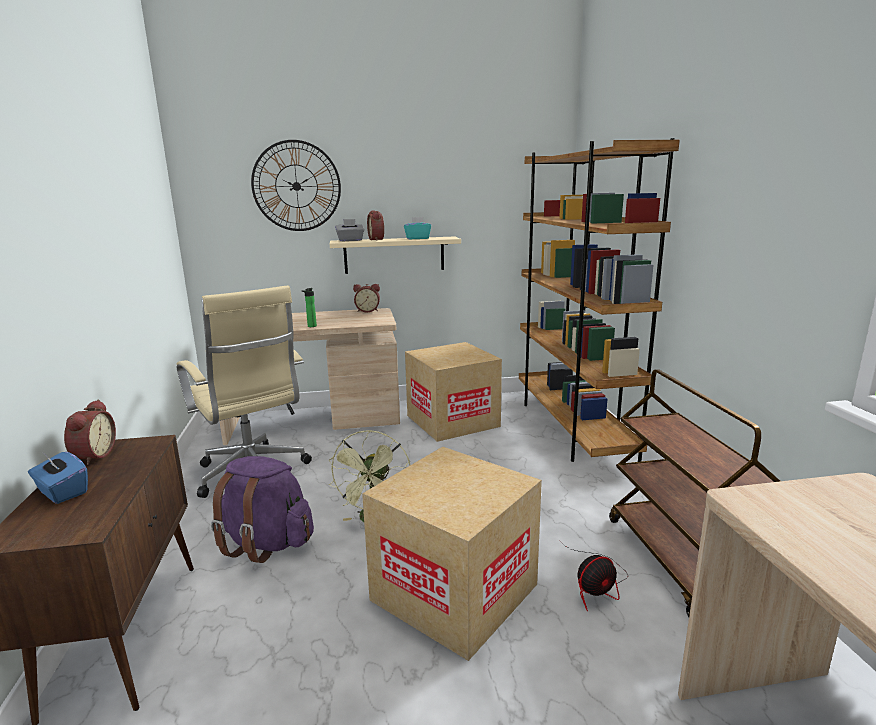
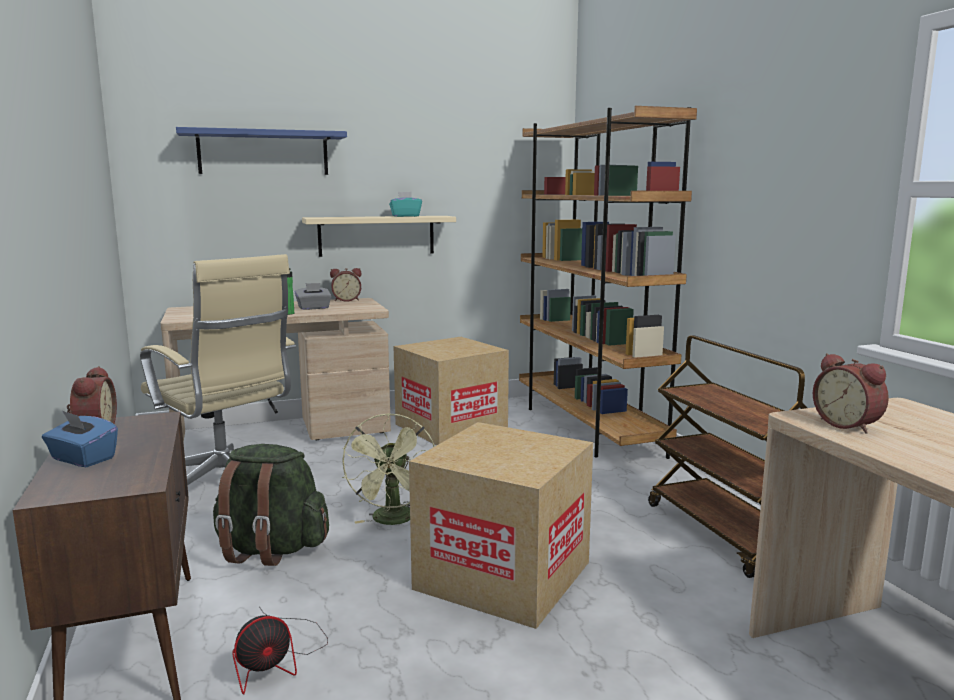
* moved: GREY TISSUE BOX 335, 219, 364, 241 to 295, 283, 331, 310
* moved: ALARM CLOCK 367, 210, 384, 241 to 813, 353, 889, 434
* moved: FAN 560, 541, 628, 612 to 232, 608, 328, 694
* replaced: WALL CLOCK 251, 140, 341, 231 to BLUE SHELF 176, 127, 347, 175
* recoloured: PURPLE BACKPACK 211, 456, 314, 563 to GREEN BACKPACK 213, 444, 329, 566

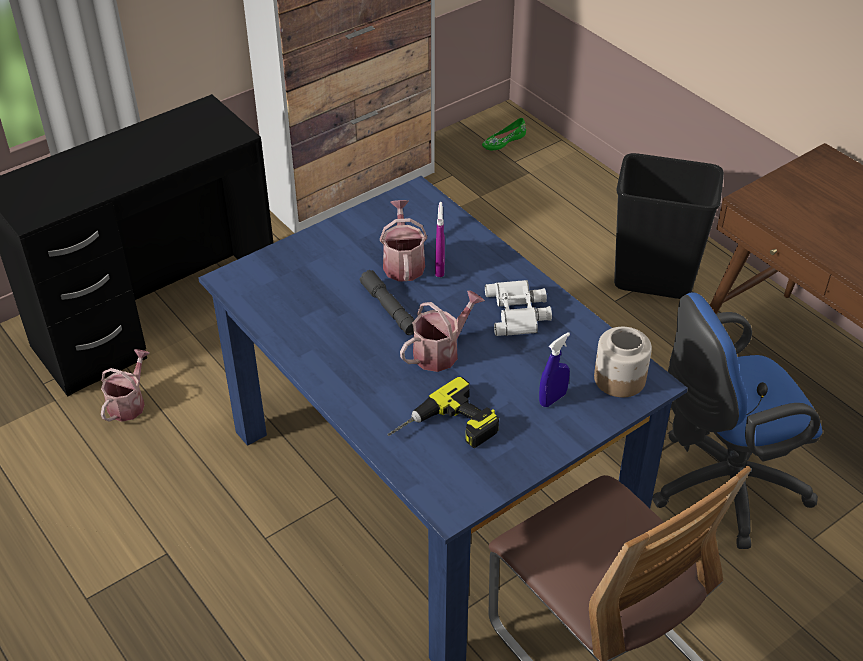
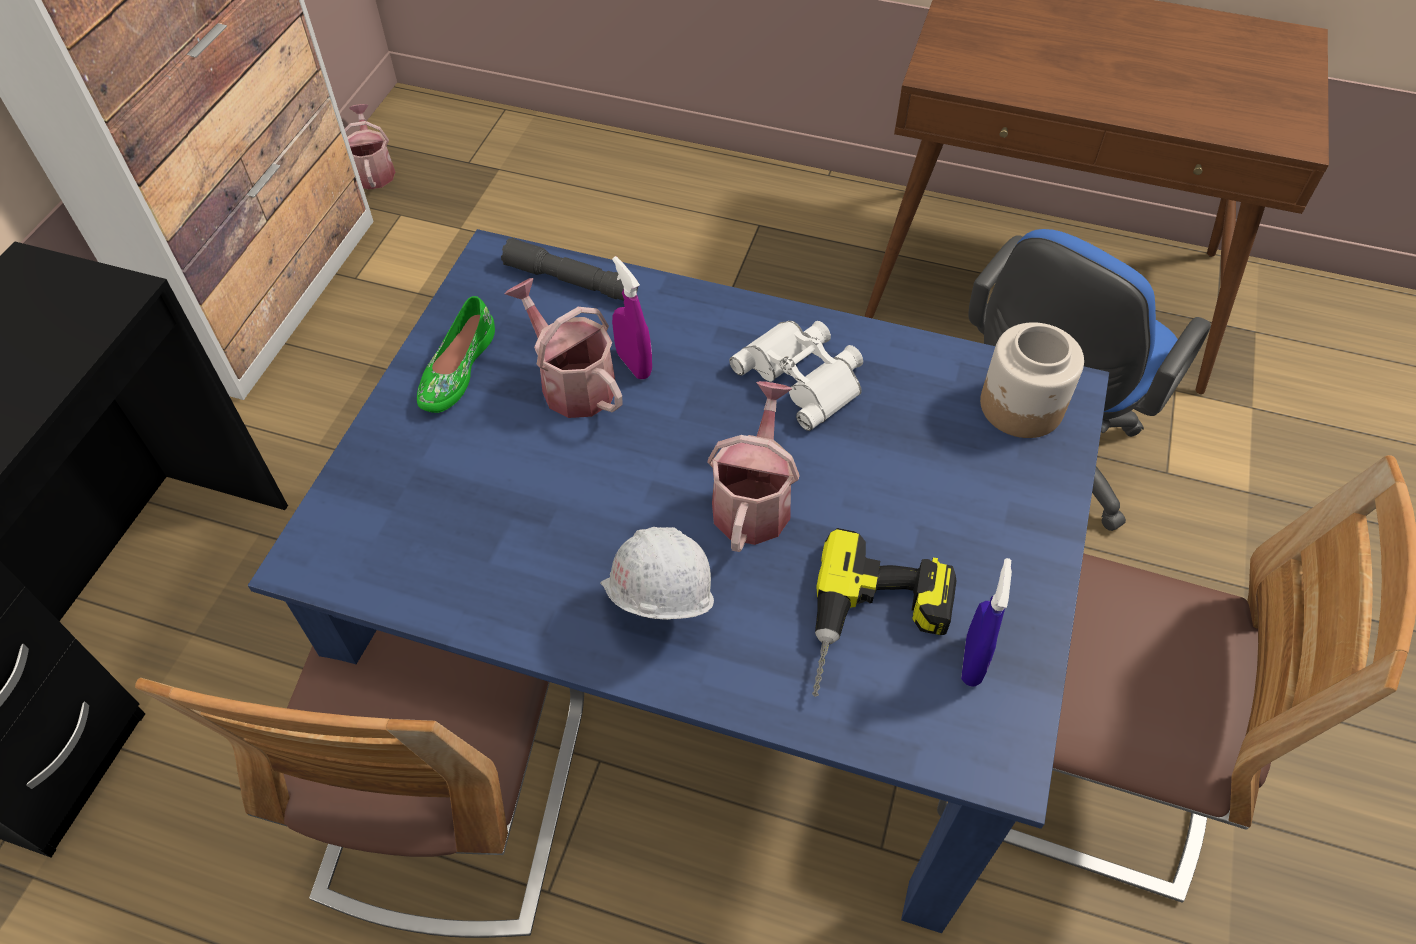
* removed: BLACK TRASH CAN 614, 153, 724, 299
* added: CHAIR 135, 630, 584, 938
* added: WHITE HARD HAT 601, 527, 714, 620
* moved: WATERING CAN 101, 349, 150, 422 to 345, 104, 395, 190
* moved: GREY FLASHLIGHT 360, 270, 414, 335 to 501, 238, 638, 301
* moved: GREEN SHOE 482, 118, 526, 150 to 417, 296, 495, 413
* moved: BLUE SPRAY BOTTLE 539, 332, 570, 407 to 961, 558, 1012, 686

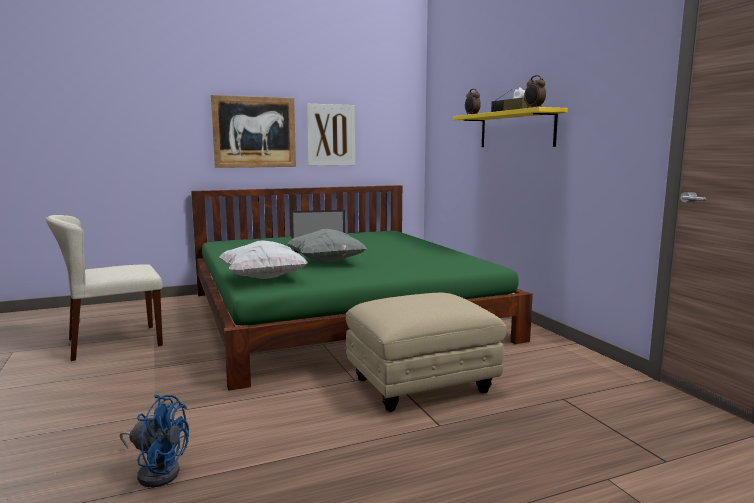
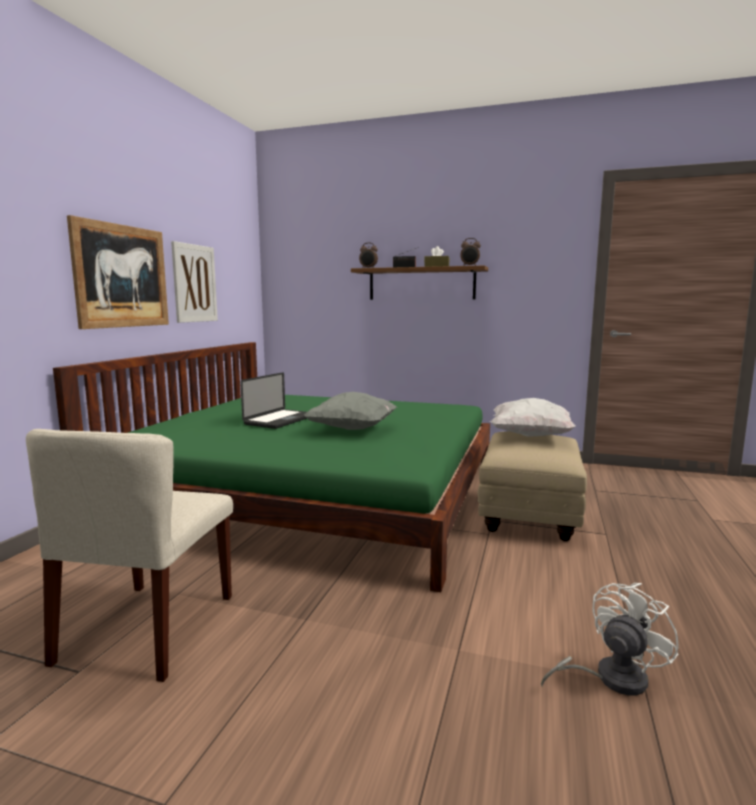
* moved: WHITE PILLOW 219, 240, 308, 279 to 490, 398, 575, 436
* recoloured: BLUE FAN 120, 395, 189, 487 to WHITE FAN 541, 583, 679, 696
* recoloured: YELLOW SHELF 453, 107, 568, 147 to BROWN SHELF 351, 265, 488, 300

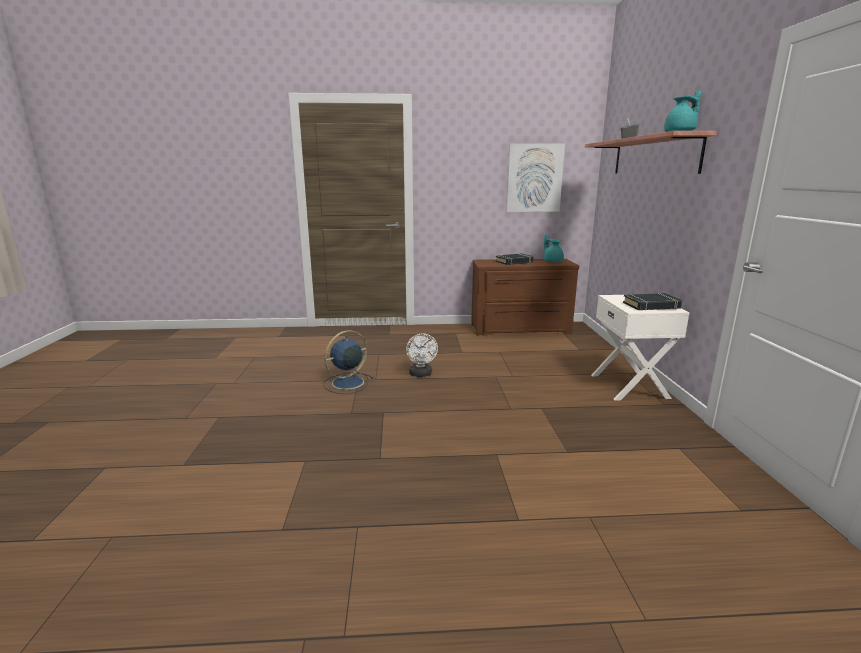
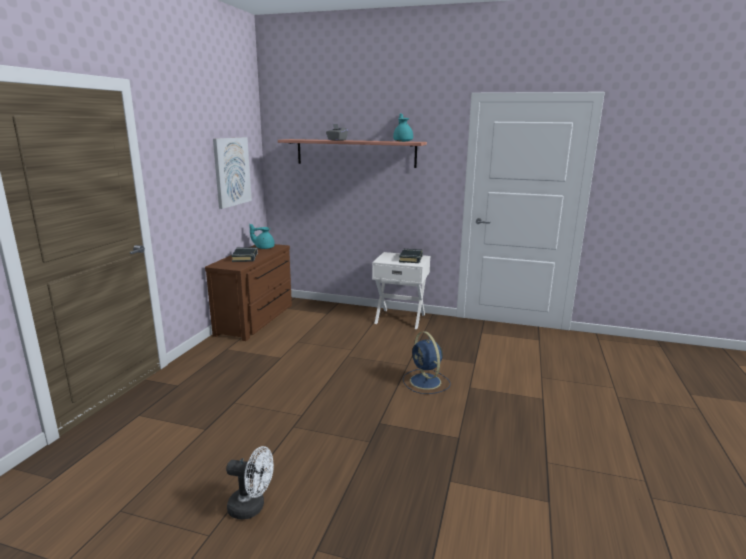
* moved: BLUE FAN 323, 330, 373, 394 to 403, 331, 451, 394
* moved: WHITE FAN 406, 333, 438, 377 to 226, 446, 274, 519

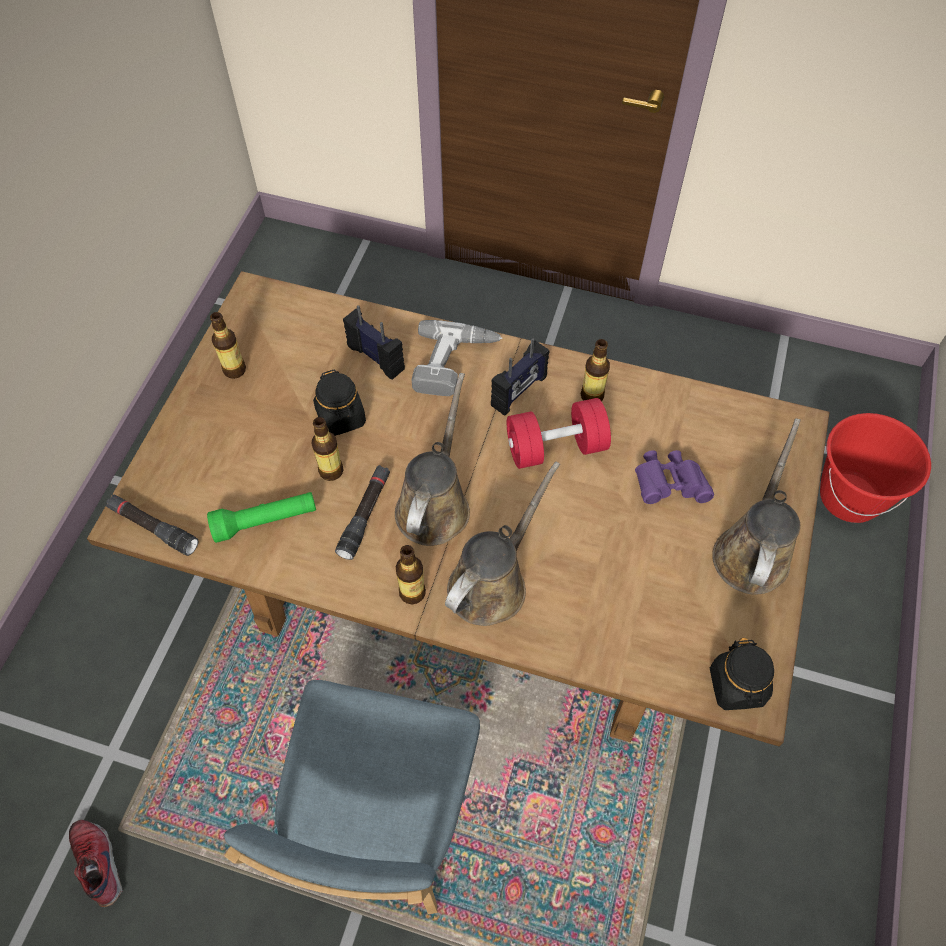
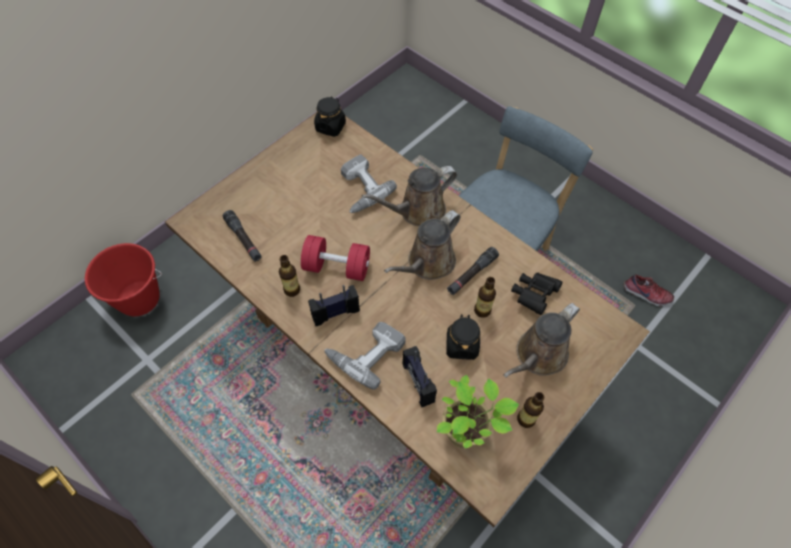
* removed: BOTTLE 396, 545, 426, 605
* removed: PURPLE BINOCULARS 635, 450, 714, 504
* added: POWER DRILL 341, 154, 397, 213
* added: POTTED PLANT 437, 375, 519, 449
* moved: BLACK FLASHLIGHT 106, 495, 198, 556 to 223, 210, 262, 262
* moved: BROWN WATERING CAN 712, 419, 801, 595 to 503, 303, 580, 377
* replaced: GREEN FLASHLIGHT 207, 492, 316, 543 to BLACK BINOCULARS 511, 273, 562, 315
* turned: SHOE 69, 820, 123, 907 = 623, 274, 674, 307 60 degrees counterclockwise

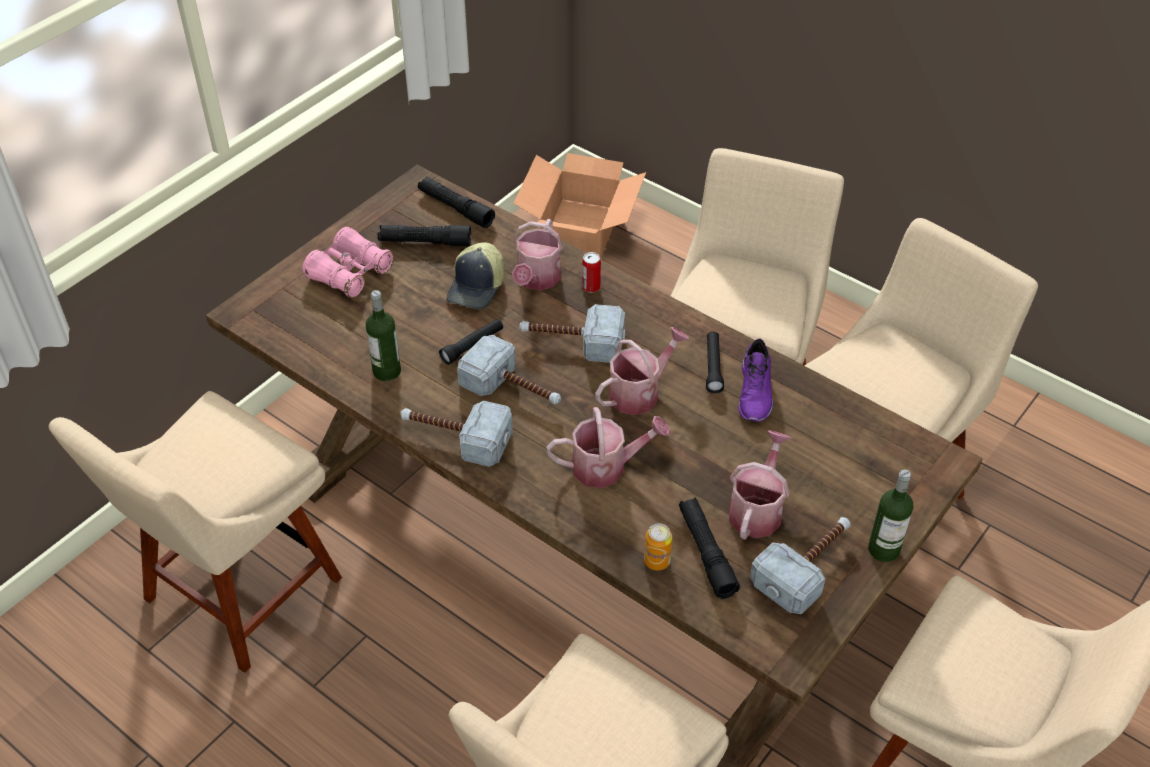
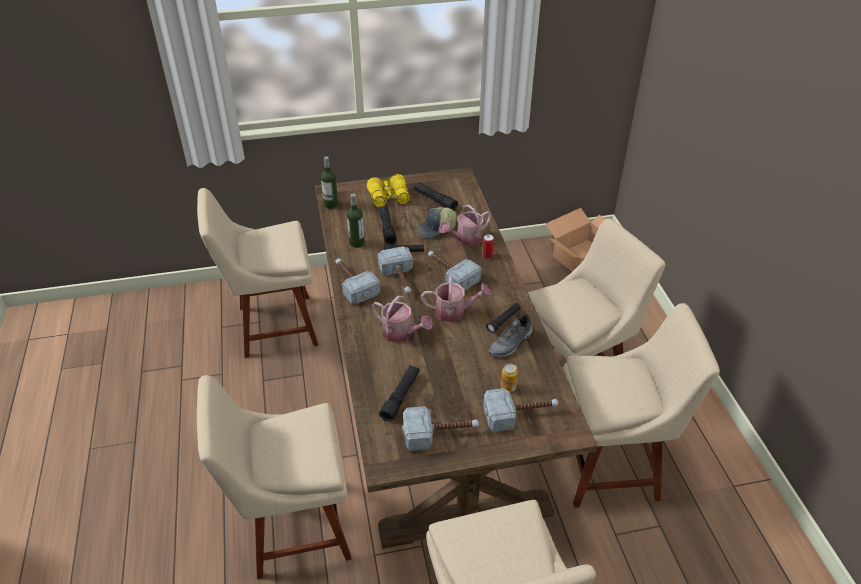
* removed: WATERING CAN 729, 430, 791, 540
* added: HAMMER 483, 388, 558, 432
* moved: BLACK FLASHLIGHT 418, 177, 495, 228 to 379, 206, 397, 245
* moved: CAN 644, 523, 672, 571 to 501, 363, 518, 392
* moved: BOTTLE 868, 469, 913, 562 to 321, 156, 338, 209
* recoloured: PINK BINOCULARS 303, 227, 394, 298 to YELLOW BINOCULARS 366, 174, 410, 207
* recoloured: PURPLE SHOE 738, 339, 773, 422 to GREY SHOE 488, 315, 533, 357

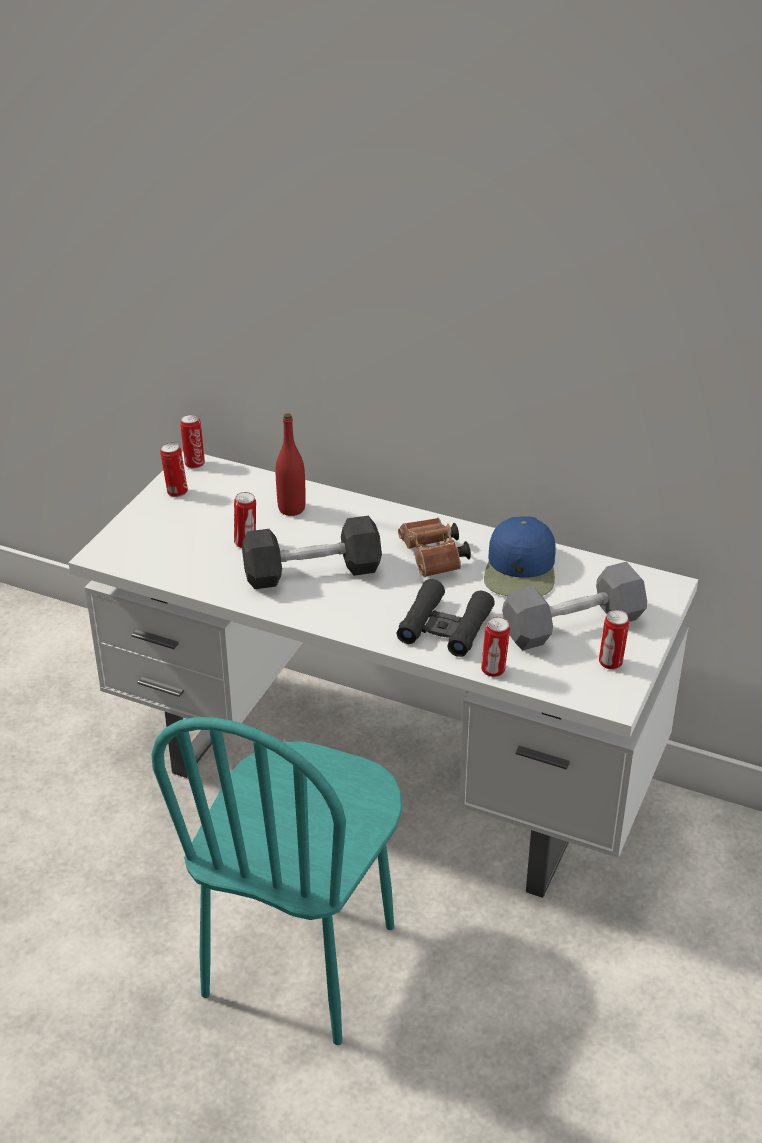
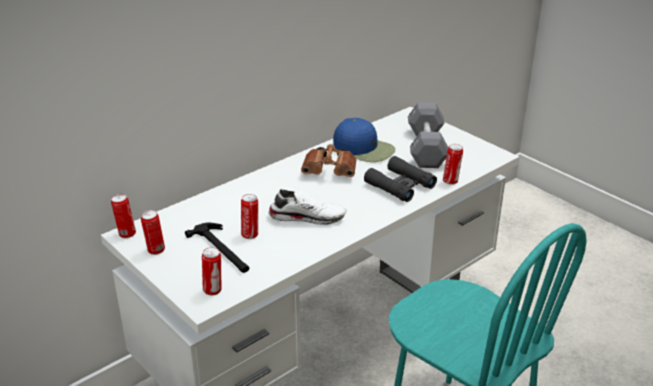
* removed: RED BOTTLE 276, 413, 306, 516
* added: HAMMER 185, 223, 249, 273
* moved: CAN 599, 610, 629, 670 to 202, 247, 221, 295
* replaced: BLACK DUMBBELL 242, 516, 382, 589 to WHITE SHOE 269, 187, 346, 225

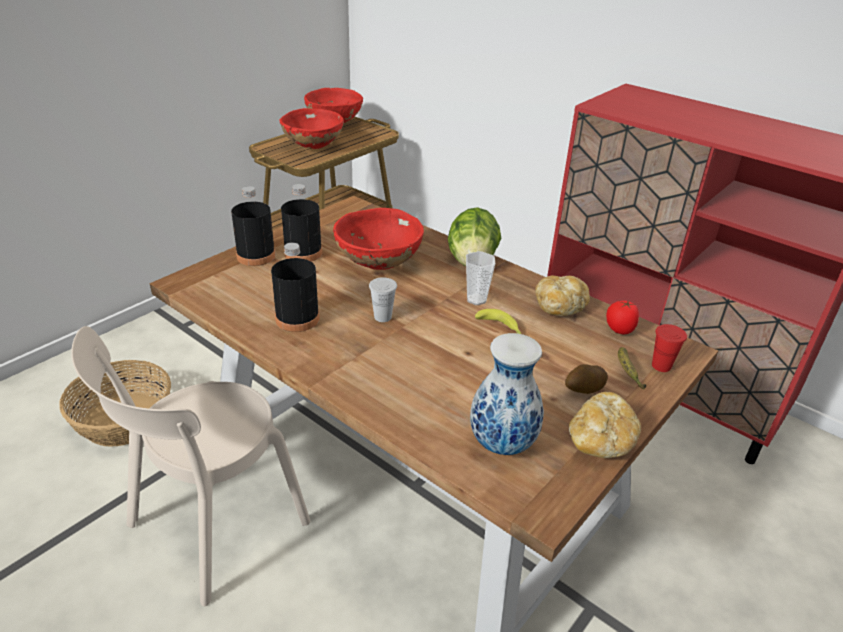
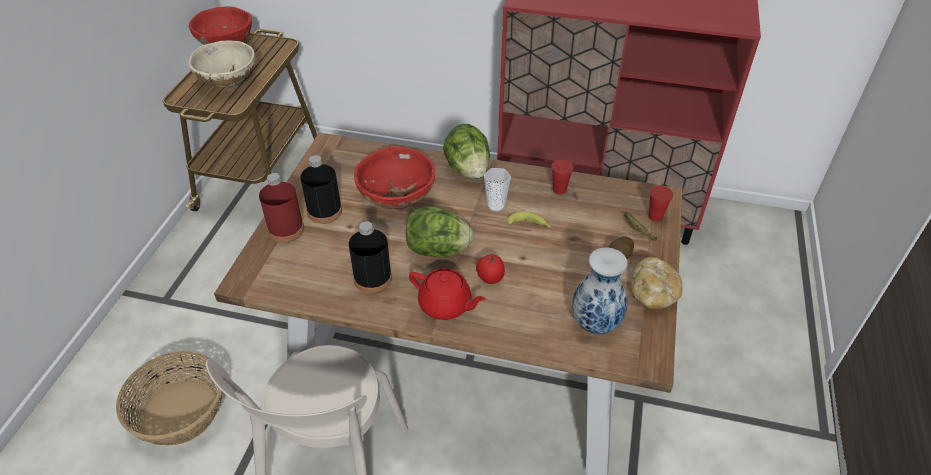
* added: RED TEAPOT 409, 268, 486, 320
* moved: TOMATO 606, 301, 639, 334 to 476, 254, 505, 284
* replaced: WHITE CUP 369, 277, 397, 322 to LETTUCE 406, 206, 473, 258
* replaced: BREAD 535, 276, 590, 316 to RED CUP 551, 159, 574, 194
* recoloured: BLACK BOTTLE 231, 186, 276, 266 to RED BOTTLE 259, 173, 304, 242
* recoloured: RED BOWL 280, 108, 344, 149 to BEIGE BOWL 188, 41, 255, 87

